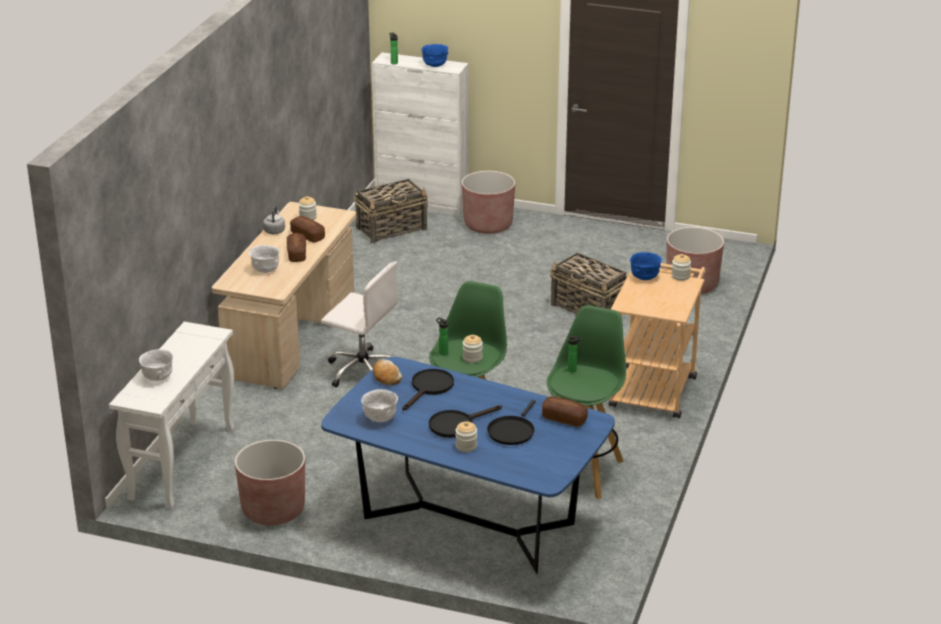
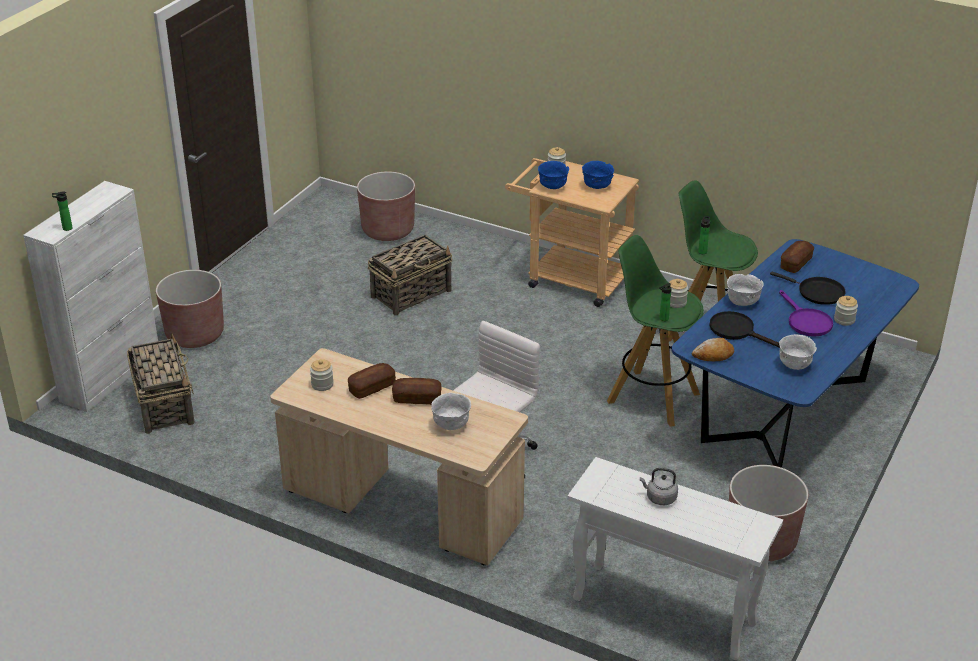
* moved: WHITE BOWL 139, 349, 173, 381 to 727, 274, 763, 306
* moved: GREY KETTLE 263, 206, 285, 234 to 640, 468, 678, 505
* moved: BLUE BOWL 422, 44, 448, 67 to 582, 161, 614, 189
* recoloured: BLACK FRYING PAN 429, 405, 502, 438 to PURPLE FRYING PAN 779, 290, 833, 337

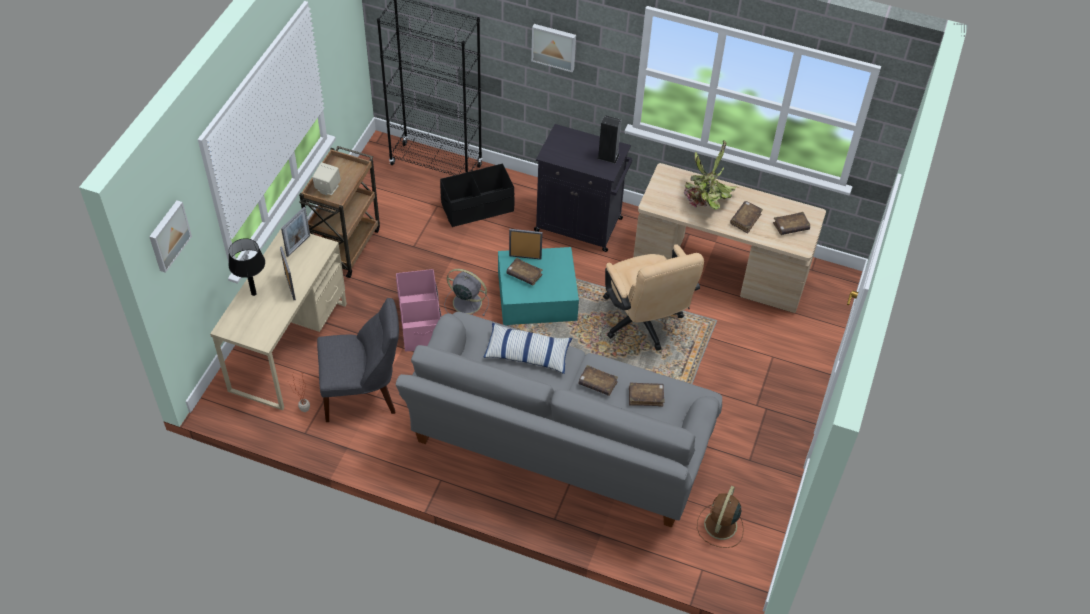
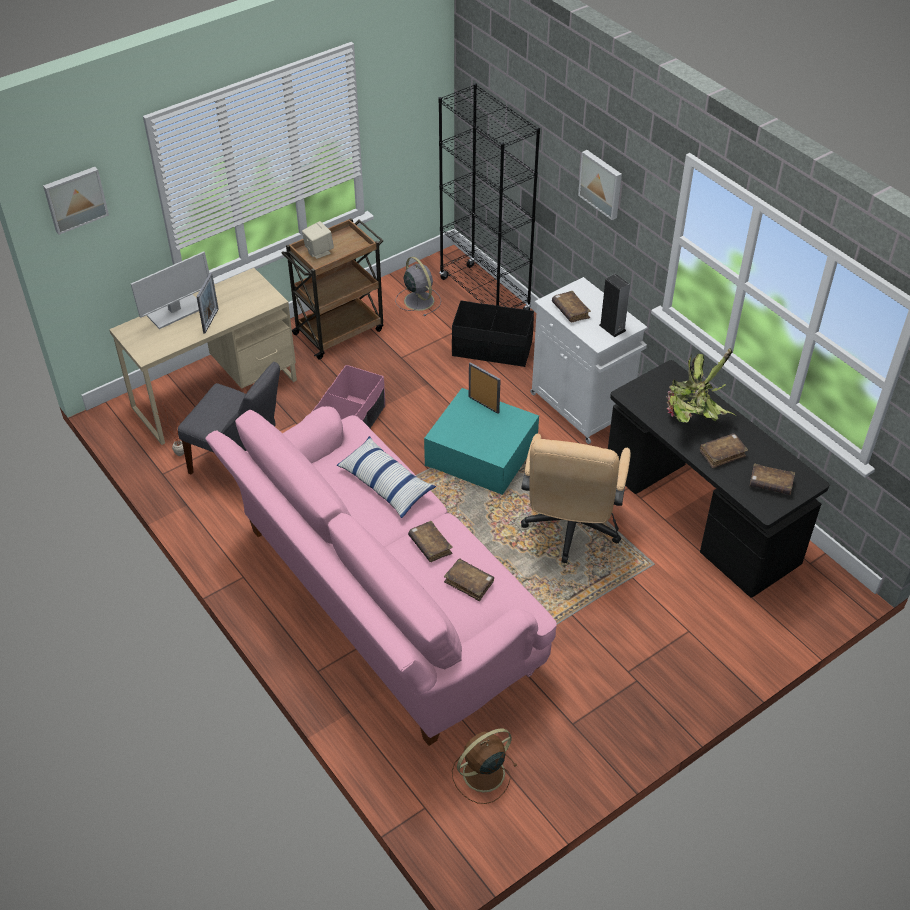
* removed: PICTURE FRAME 281, 207, 310, 257
* moved: GREY FAN 444, 269, 489, 316 to 395, 257, 441, 316
* moved: BROWN BOOK 507, 258, 543, 286 to 552, 291, 591, 322
* replaced: BLACK TABLE LAMP 229, 238, 265, 296 to MONITOR 131, 251, 210, 329
* recoloured: GREY SOFA 395, 312, 722, 528 to PINK SOFA 205, 406, 557, 746
* recoloured: BLACK CABINET 534, 124, 633, 252 to WHITE CABINET 530, 277, 647, 444
* recoloured: BEIGE DESK 633, 163, 826, 313 to BLACK DESK 608, 360, 829, 598

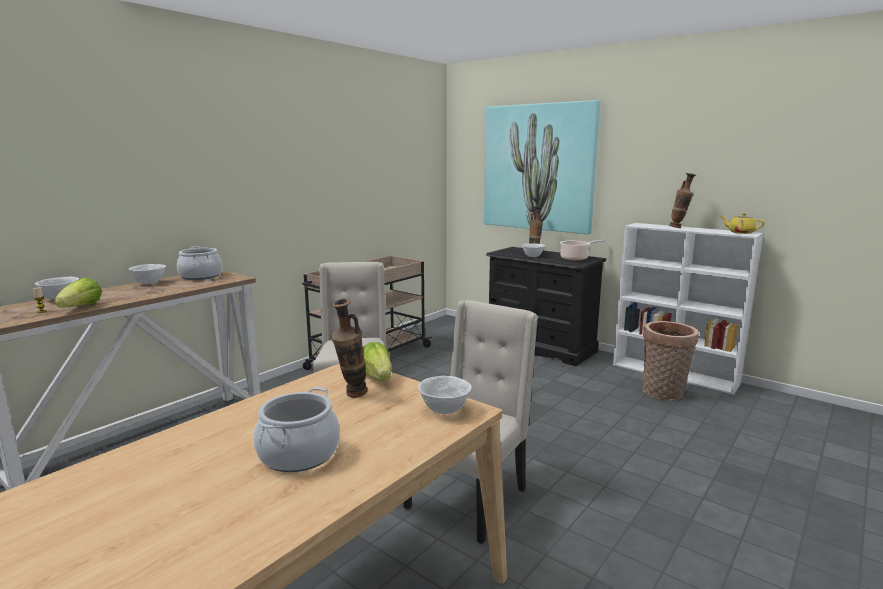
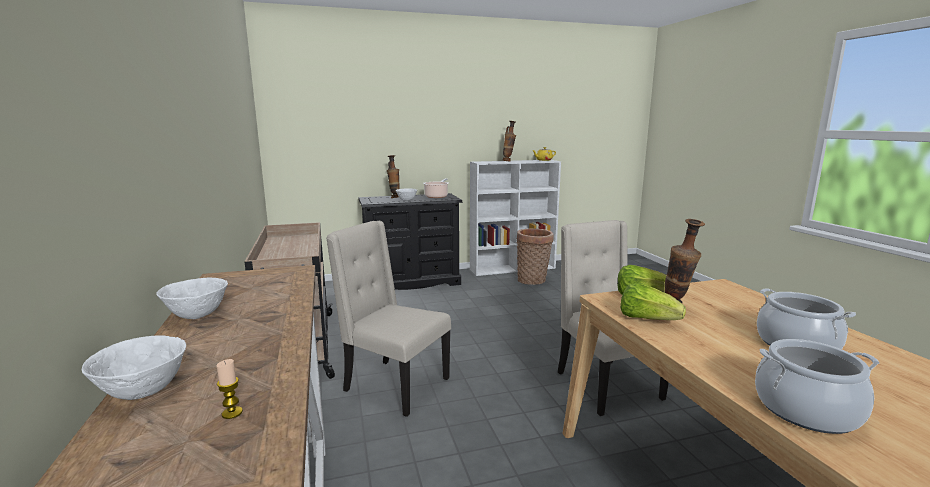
* removed: WHITE BOWL 418, 376, 472, 414
* removed: PICTURE 484, 100, 600, 234
* moved: LETTUCE 55, 277, 102, 308 to 620, 283, 686, 320
* moved: COOKING POT 177, 246, 223, 280 to 755, 339, 880, 434

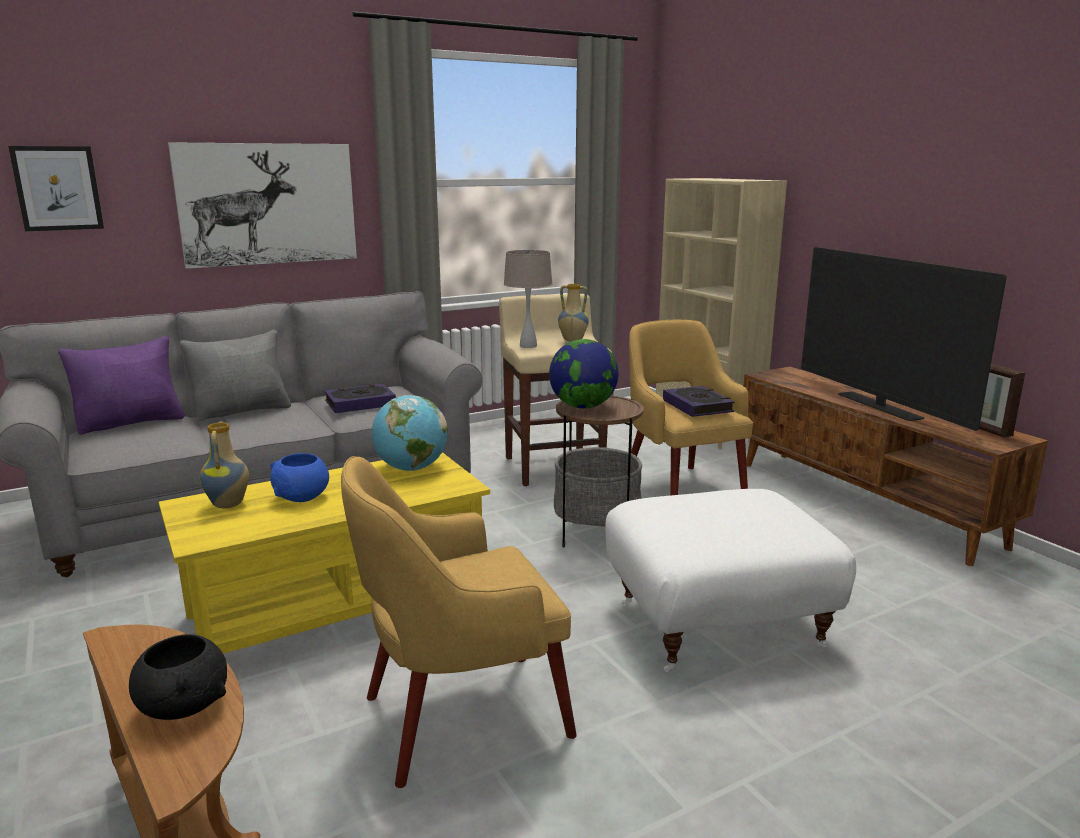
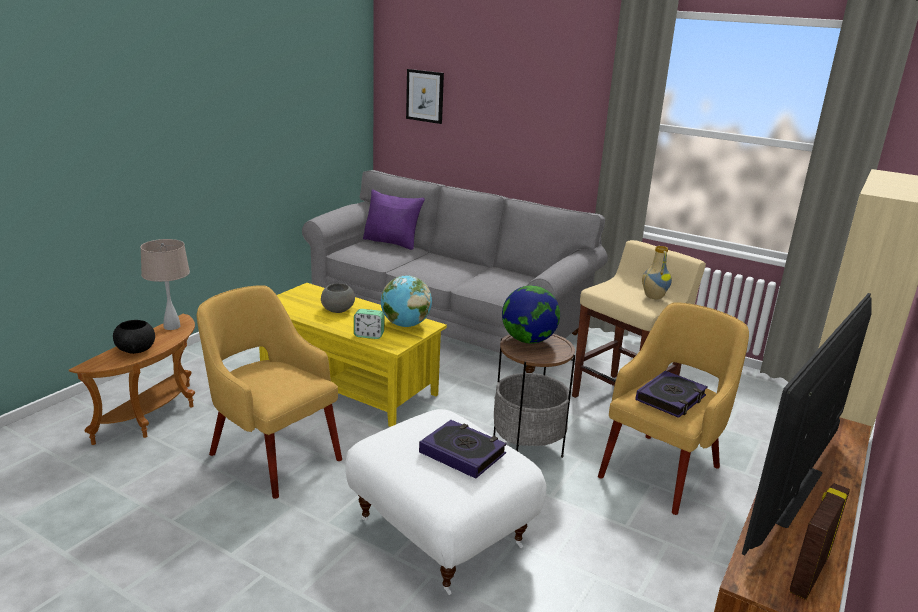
* removed: PICTURE 168, 142, 357, 269
* removed: GREY PILLOW 180, 329, 291, 421
* removed: VASE 200, 421, 249, 508
* added: ALARM CLOCK 354, 309, 385, 339
* moved: BOOK 324, 384, 396, 413 to 419, 420, 507, 479
* moved: BEIGE TABLE LAMP 504, 249, 552, 348 to 140, 239, 190, 330
* recoloured: BLUE BOWL 270, 453, 329, 502 to GREY BOWL 321, 283, 355, 313

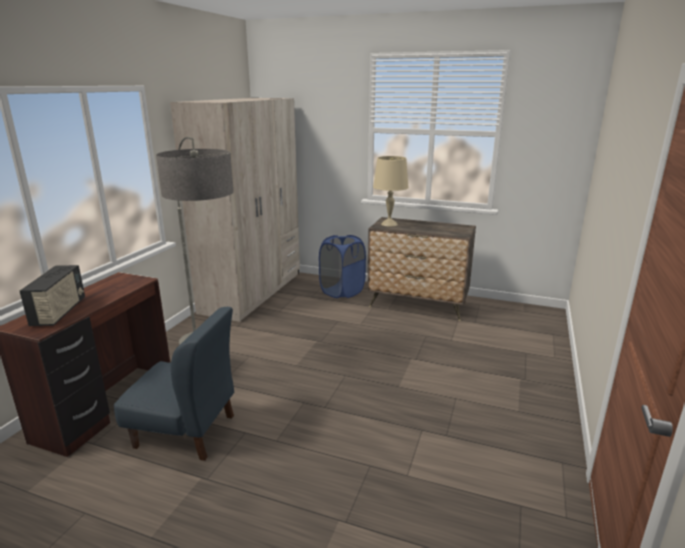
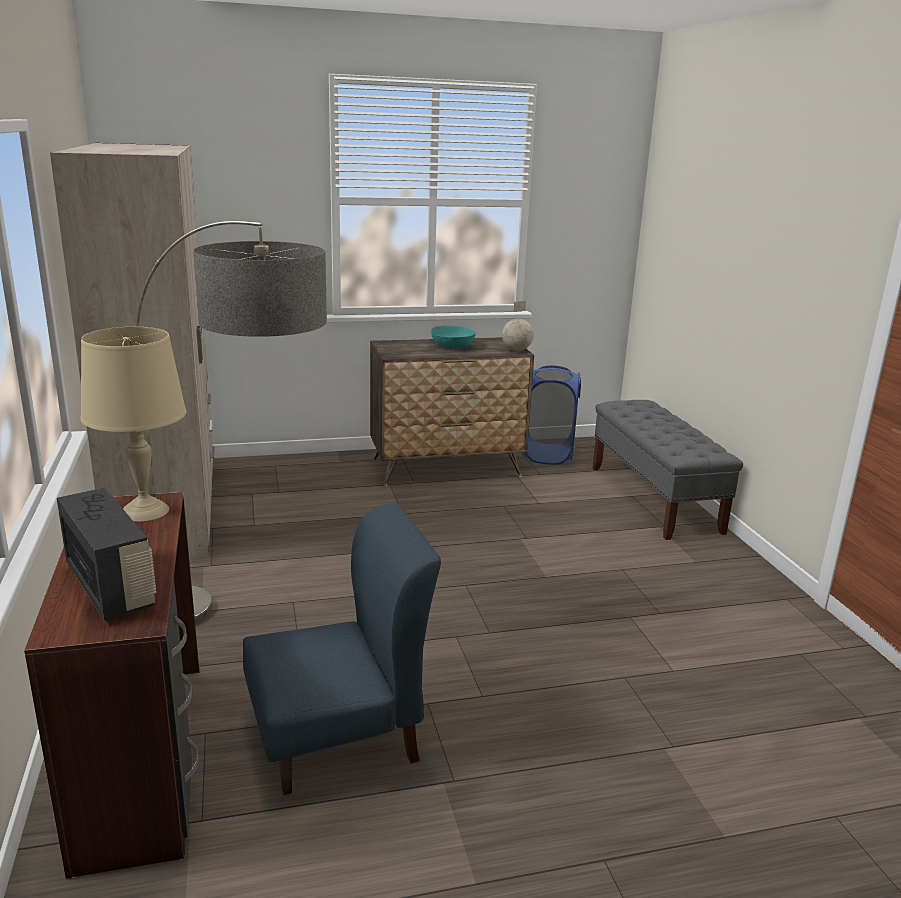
* added: TURQUOISE BOWL 431, 325, 476, 349
* added: GLOBE 502, 301, 534, 351
* added: GREY BENCH 592, 400, 743, 540
* moved: BLUE LAUNDRY BASKET 319, 235, 366, 298 to 523, 366, 581, 465
* moved: BEIGE TABLE LAMP 373, 156, 409, 227 to 80, 327, 186, 522

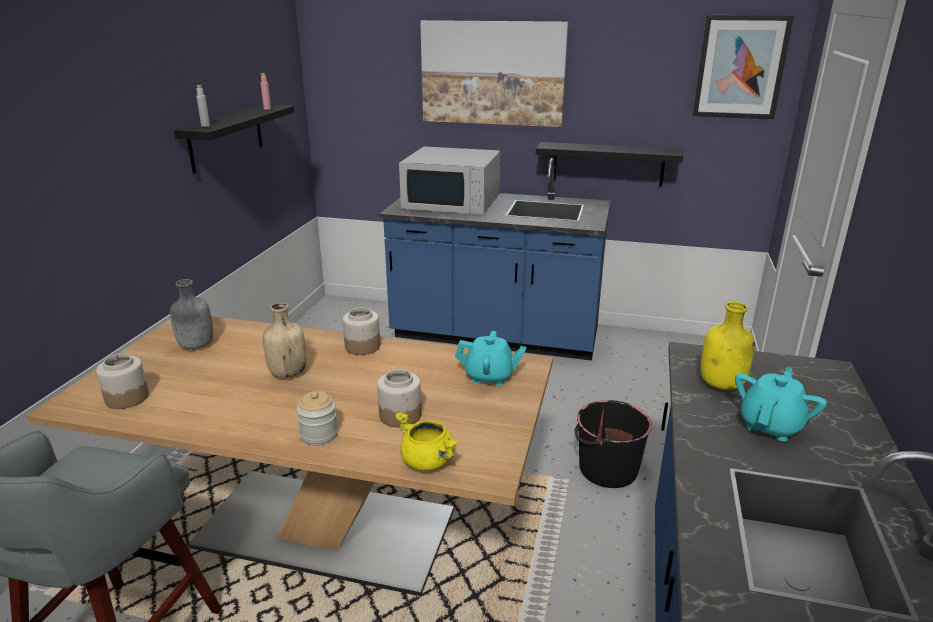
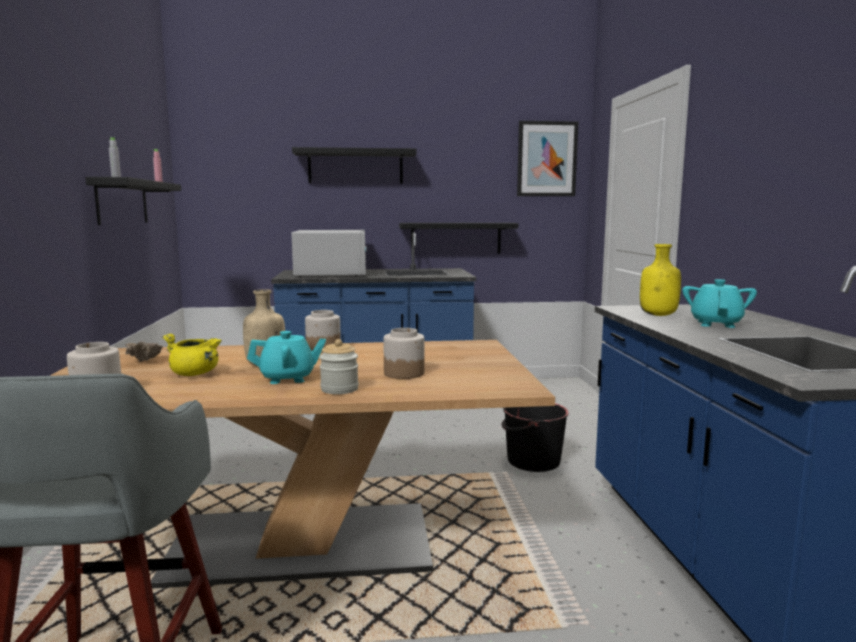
* moved: YELLOW COOKING POT 394, 412, 458, 471 to 162, 333, 222, 376
* moved: TURQUOISE TEAPOT 455, 331, 526, 386 to 247, 331, 326, 384
* replaced: GREY BOTTLE 170, 279, 213, 349 to BEIGE BOWL 125, 341, 163, 362
* replaced: PICTURE 420, 20, 569, 127 to BLACK SHELF 292, 147, 417, 184
* turned: WHITE MICROWAVE 399, 146, 500, 215 = 291, 230, 367, 277 90 degrees counterclockwise

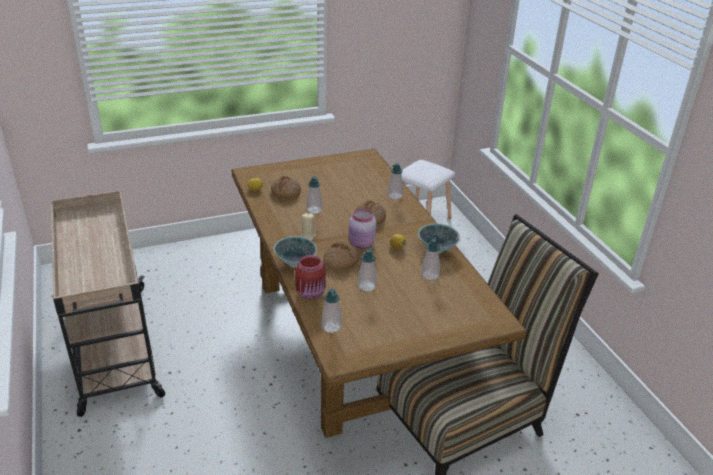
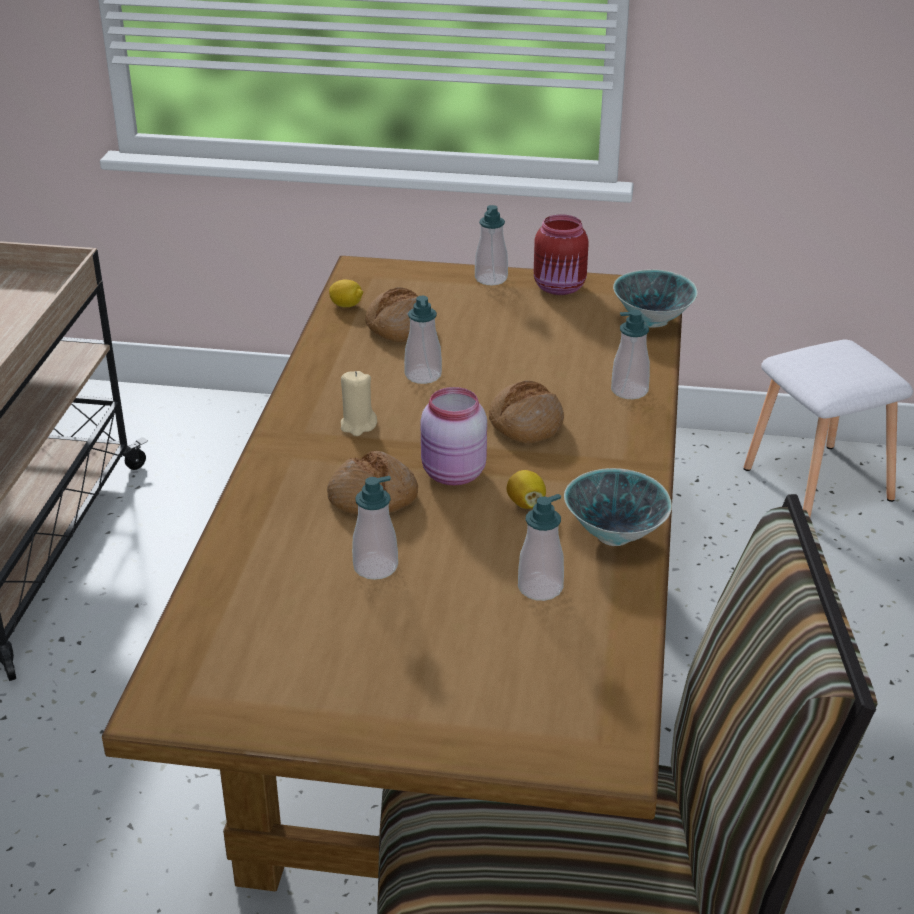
* moved: BOWL 274, 236, 317, 268 to 613, 269, 697, 328
* moved: RED JAR 295, 255, 326, 299 to 534, 214, 589, 295
* moved: SOAP DISPENSER 322, 288, 342, 333 to 475, 205, 508, 285

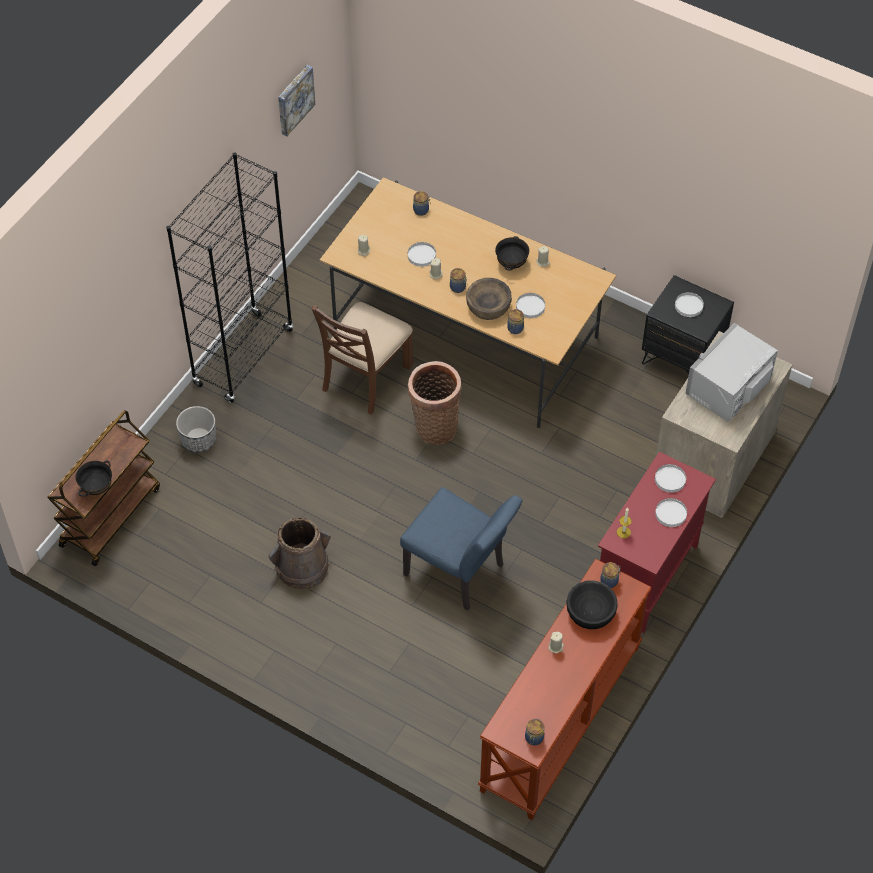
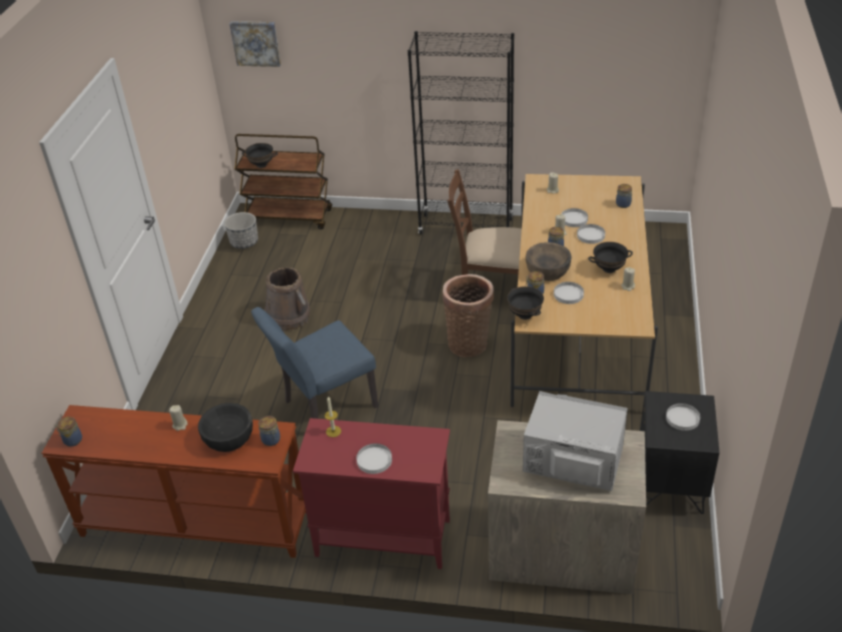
* added: BLACK BOWL 507, 286, 544, 320
* moved: PLANTER 176, 406, 216, 453 to 224, 212, 258, 249
* moved: PICTURE 278, 65, 315, 136 to 230, 21, 281, 67
* moved: WHITE PLATE 655, 464, 686, 493 to 577, 224, 605, 244
* turned: BLUE CHAIR 400, 487, 523, 611 = 251, 307, 378, 419 45 degrees clockwise

